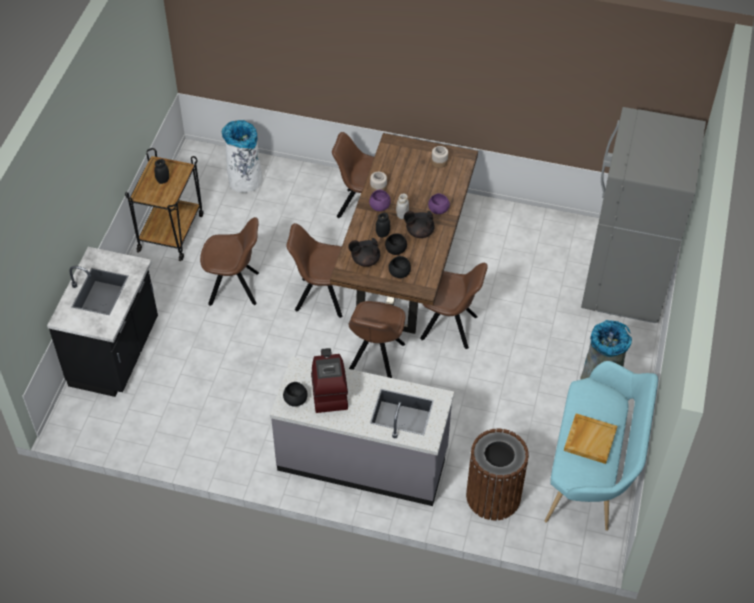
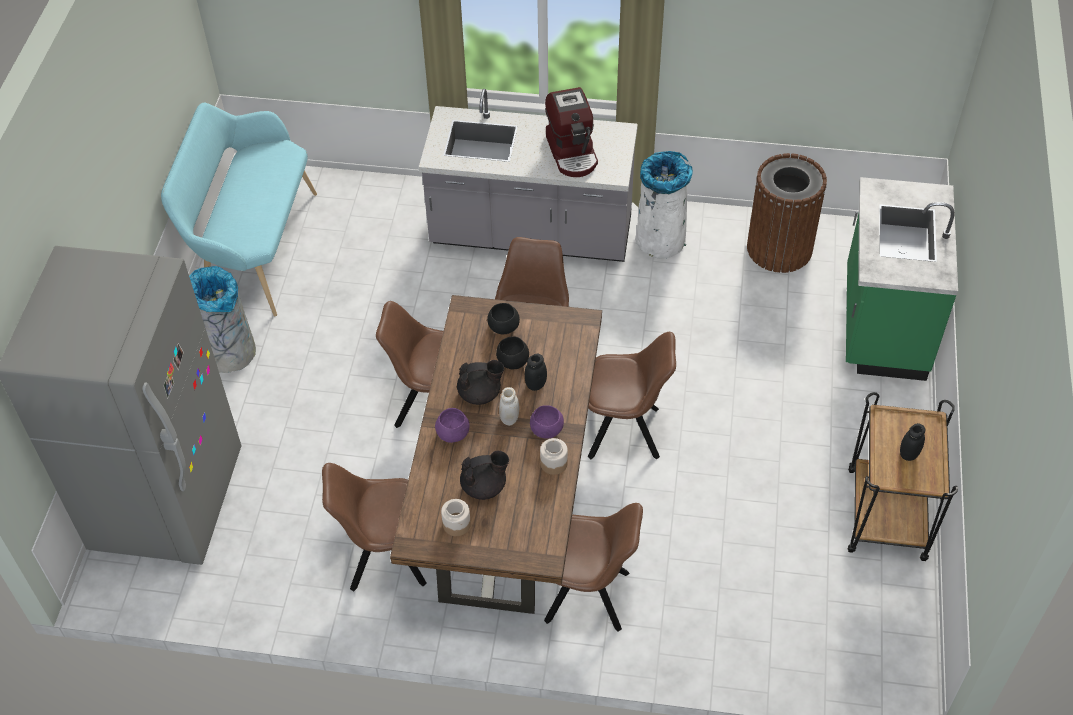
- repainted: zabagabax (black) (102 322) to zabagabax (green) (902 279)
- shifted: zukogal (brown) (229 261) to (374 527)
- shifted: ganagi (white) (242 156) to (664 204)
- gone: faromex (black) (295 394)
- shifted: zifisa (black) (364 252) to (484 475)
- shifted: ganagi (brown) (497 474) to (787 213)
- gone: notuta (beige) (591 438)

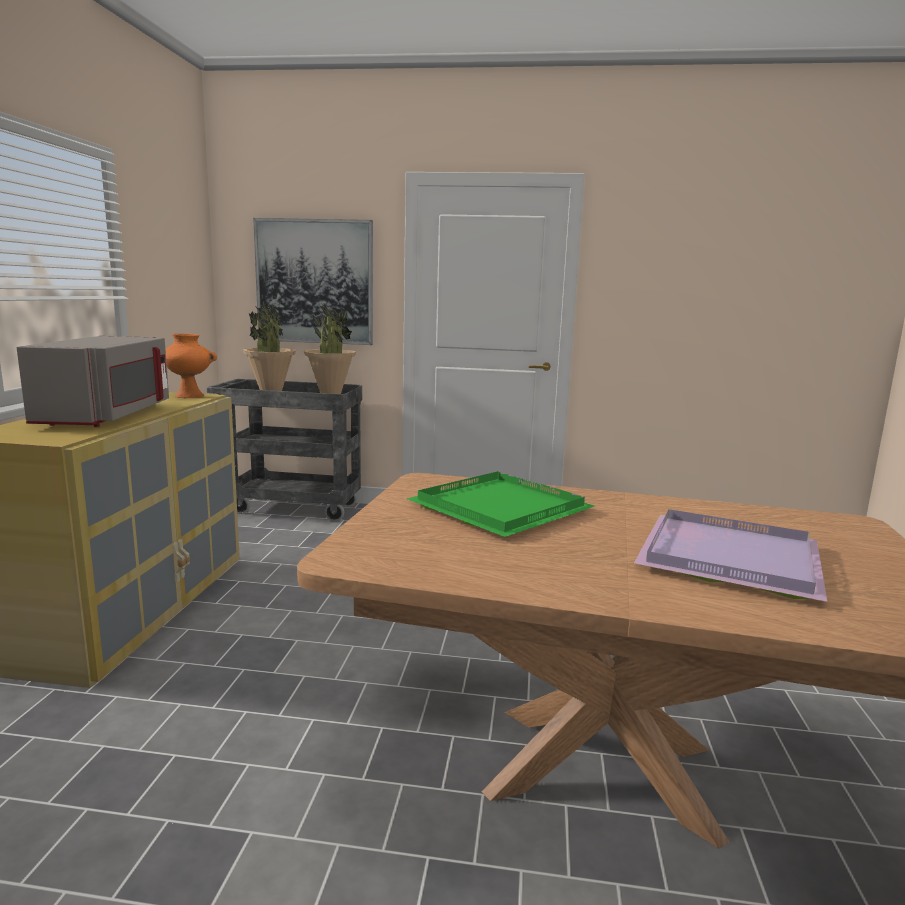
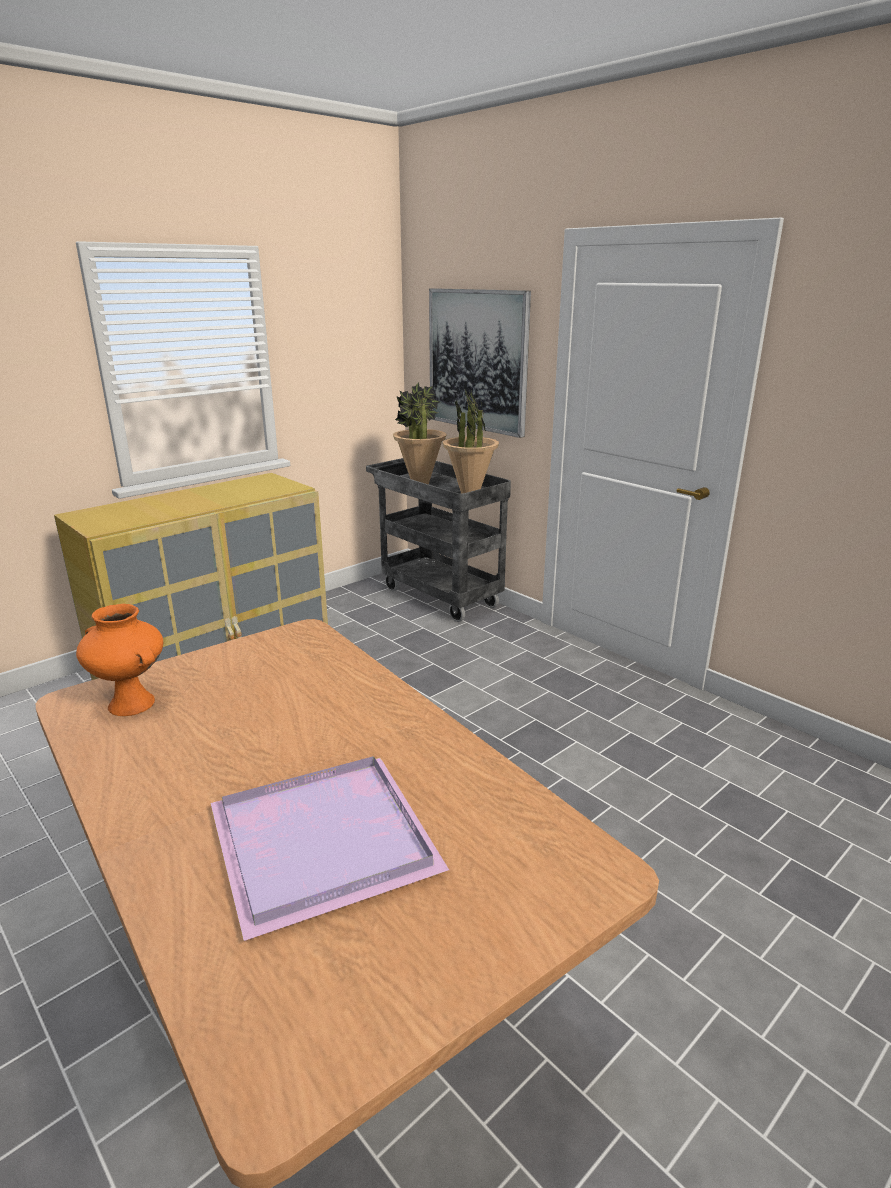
- gone: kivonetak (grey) (93 381)
- shifted: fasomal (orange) (191 366) to (119 660)
- gone: notuta (green) (501 504)

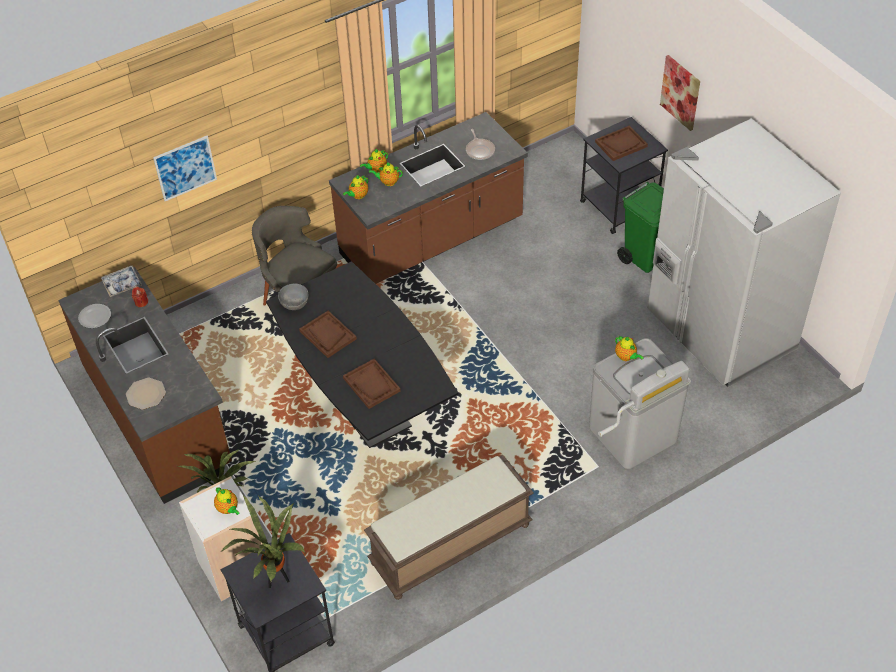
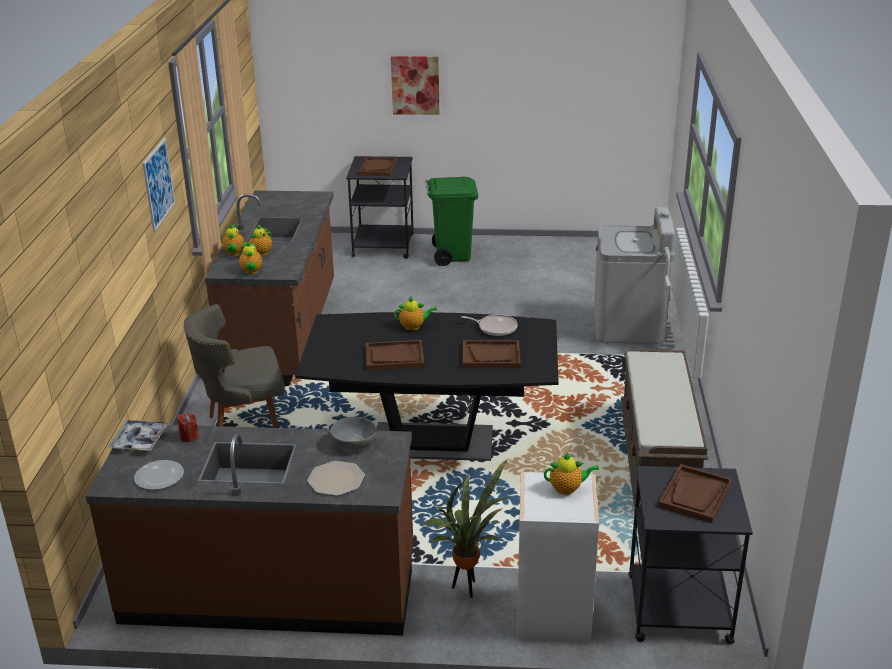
- shifted: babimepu (185 168) to (159 184)
- swapped: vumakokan (263 541) to notuta (brown) (695 493)
- shifted: faromex (grey) (293 297) to (353 433)
- shifted: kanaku (480 144) to (489 325)
- shifted: zifisa (629 348) to (415 313)
- gone: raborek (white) (744 252)

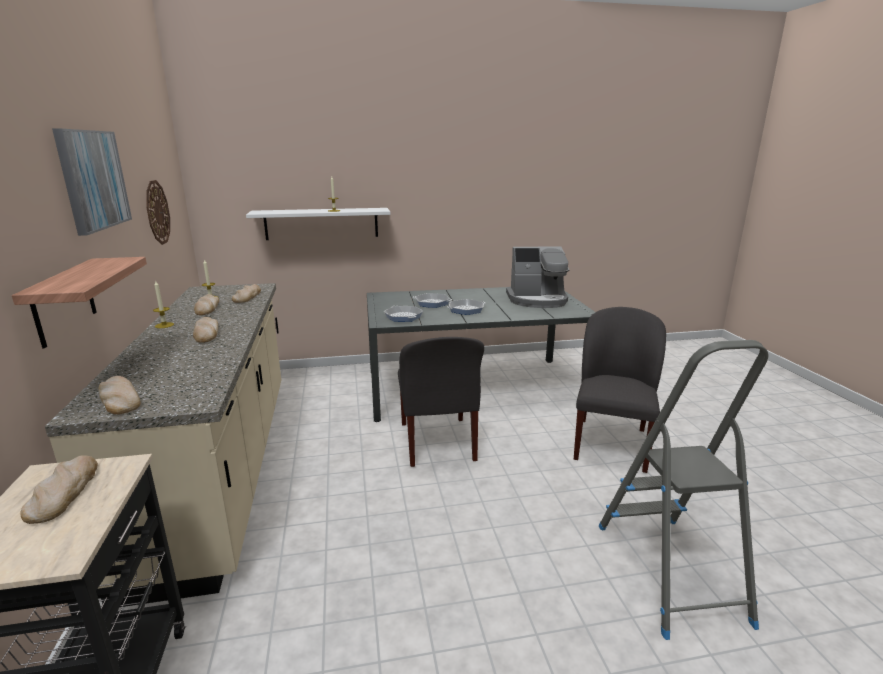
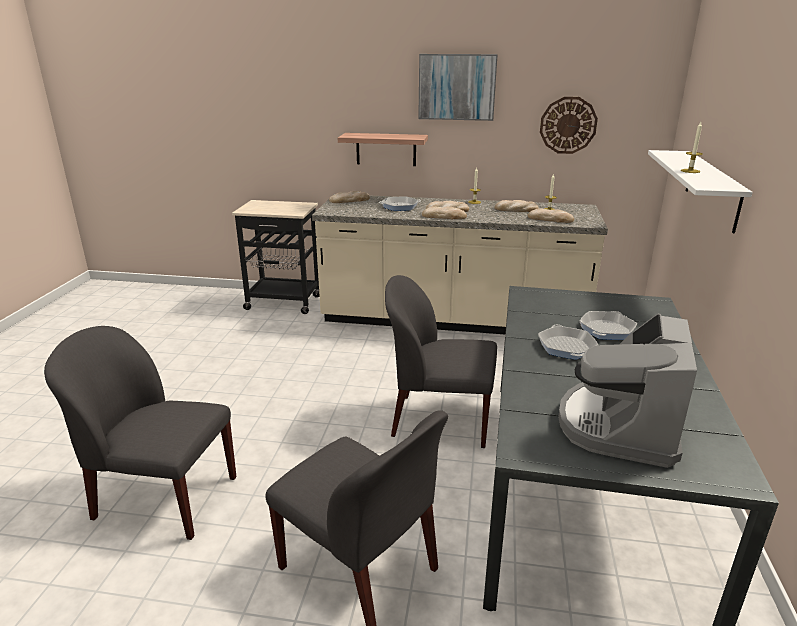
- shifted: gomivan (59 489) to (444 212)
- shifted: kanaku (403 314) to (400 203)
- swapped: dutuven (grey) (683 490) to zukogal (grey) (140 433)

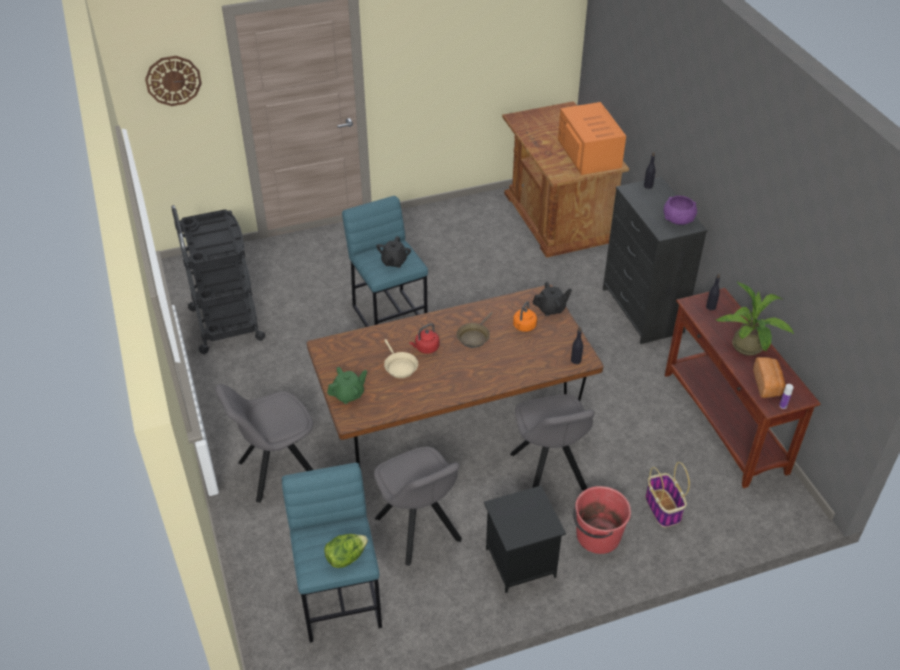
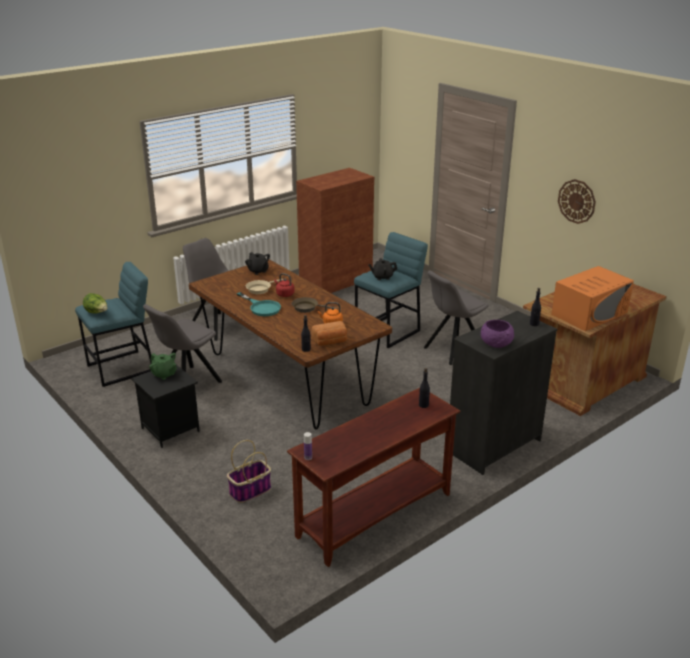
- shifted: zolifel (173 81) to (577 201)
- swapped: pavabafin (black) (218 279) to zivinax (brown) (335 230)
- shifted: zifisa (green) (347 385) to (163 366)
- shifted: zukogal (grey) (552 442) to (456 317)
- shifted: zifisa (black) (552 299) to (257 263)
- gone: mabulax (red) (602 520)
- gone: vumakokan (754 319)
- shifted: gomivan (769 377) to (329 333)
- new: kanaku (turquoise) (259 304)

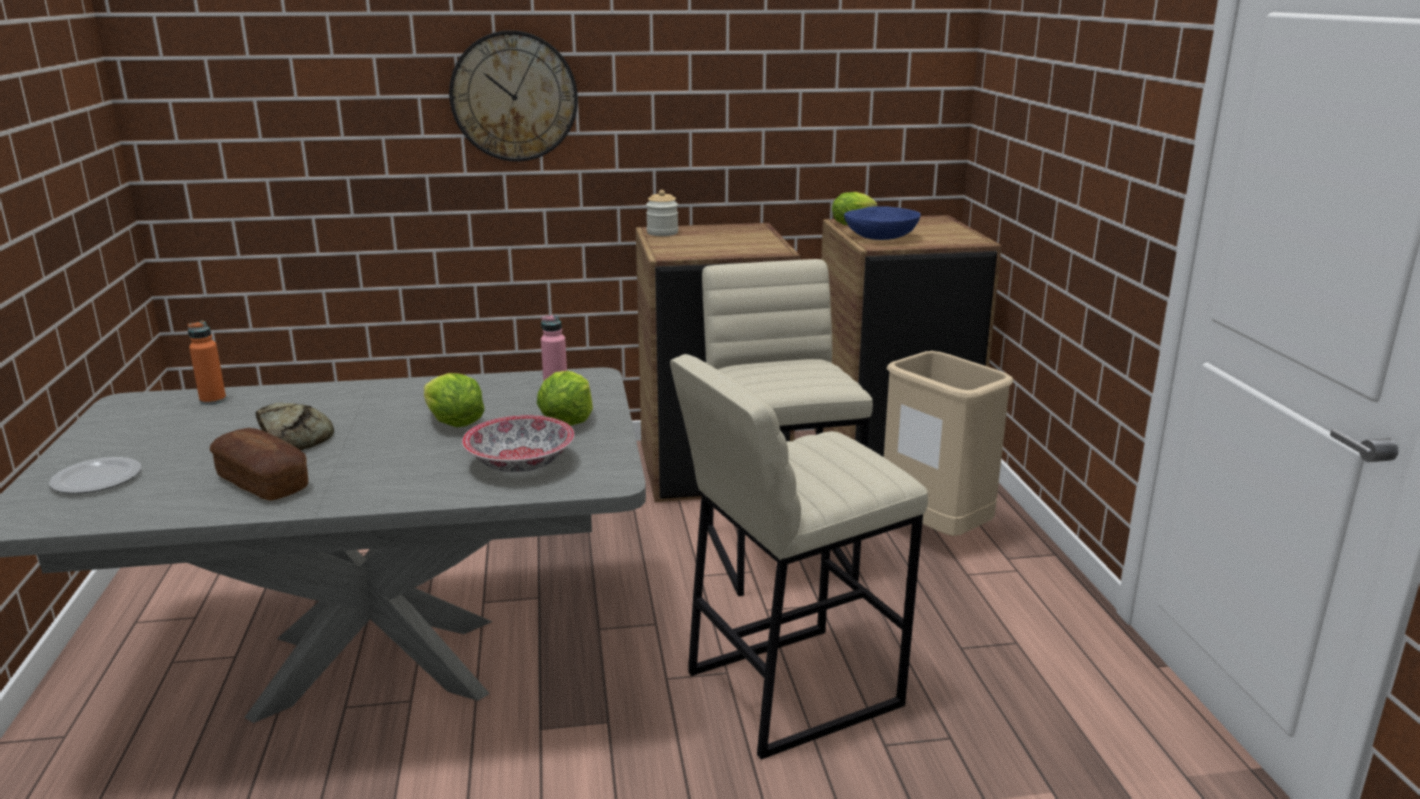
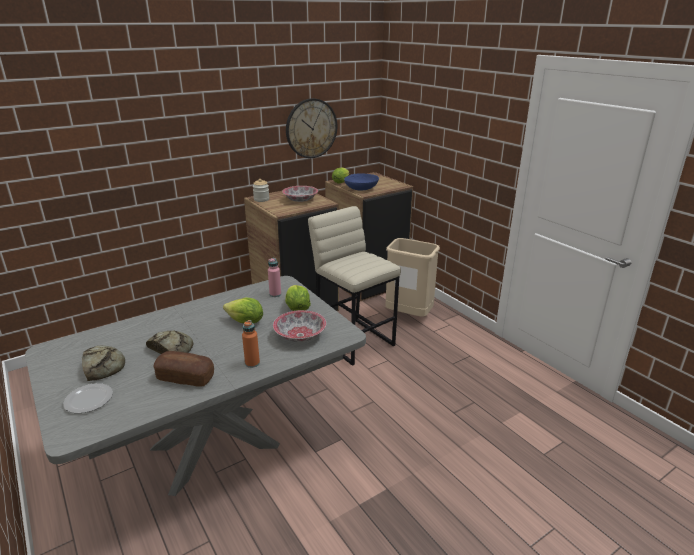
- shifted: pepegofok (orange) (207 363) to (251 344)
- shifted: zolifel (513 96) to (311 128)
- gone: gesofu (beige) (799 557)
- new: gomivan (103 363)
- new: faromex (300 194)

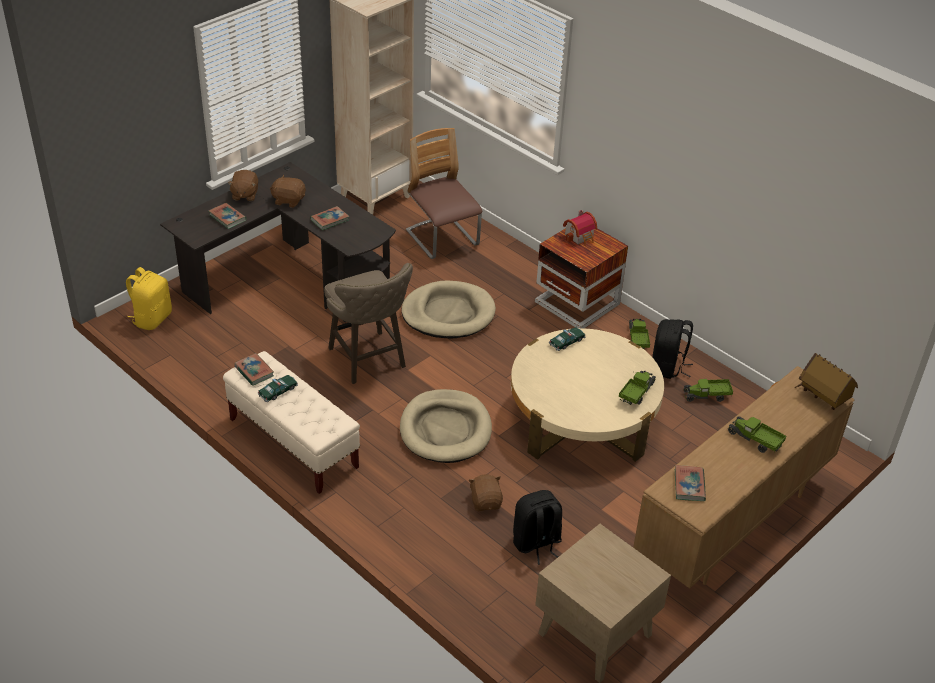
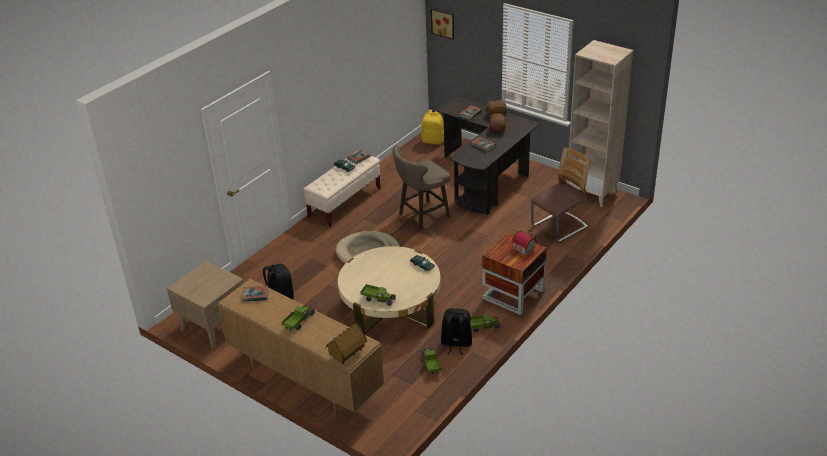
- gone: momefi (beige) (448 309)
- gone: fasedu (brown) (485 493)
- new: babimepu (442 24)

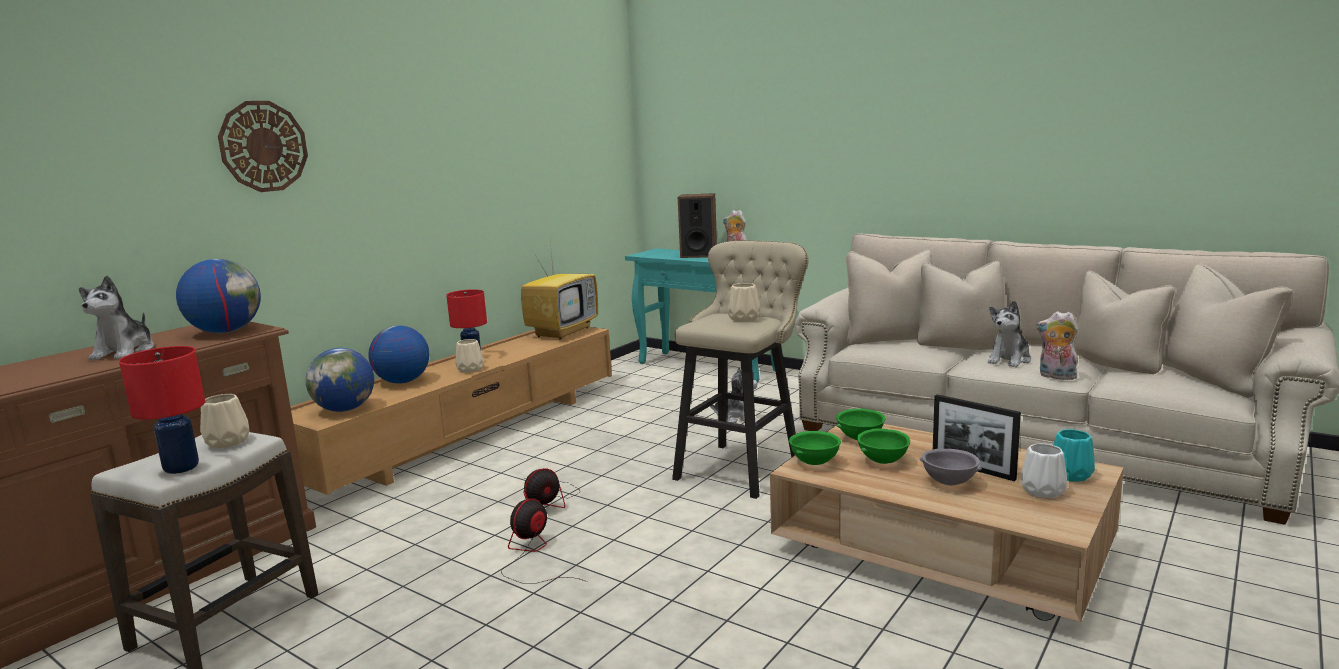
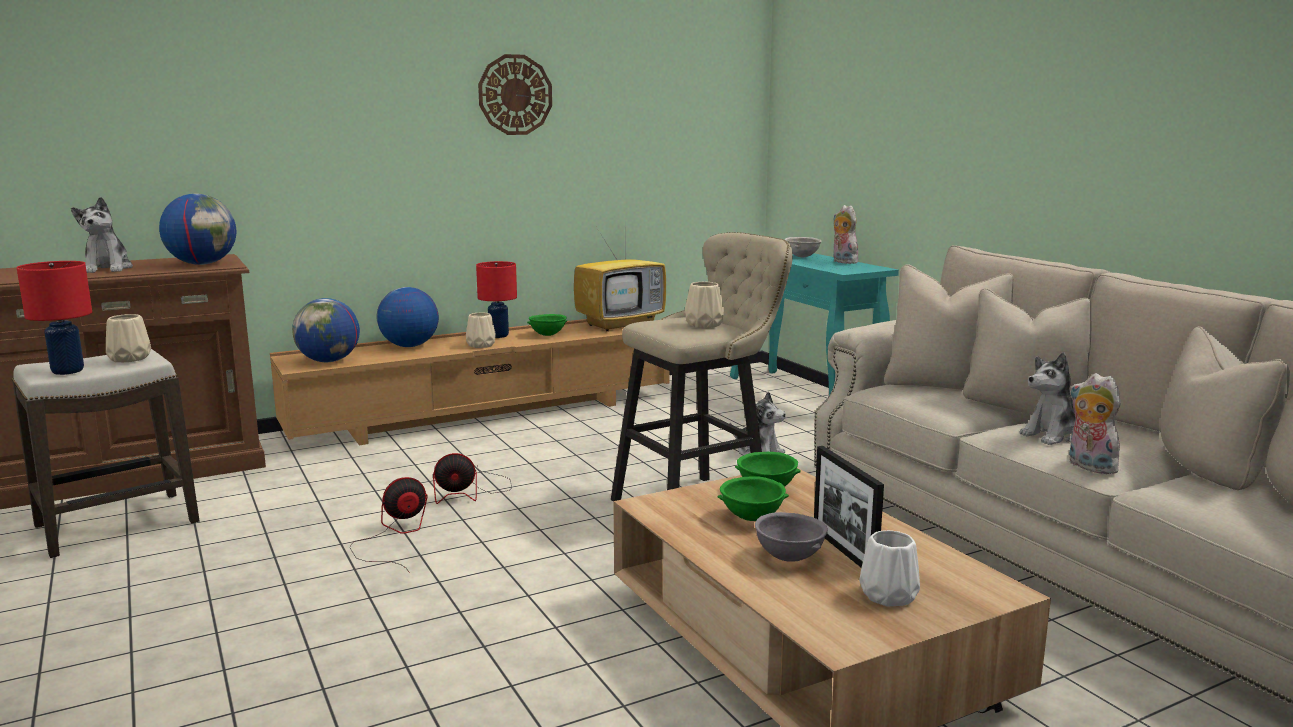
- rotated: fasedu (116 317) = (102 235) 45 degrees counterclockwise
- shifted: zolifel (263 146) to (515 94)
- swapped: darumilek (697 225) to faromex (grey) (803 247)
- shifted: faromex (green) (815 448) to (547 325)
- gone: fasomal (turquoise) (1074 455)

